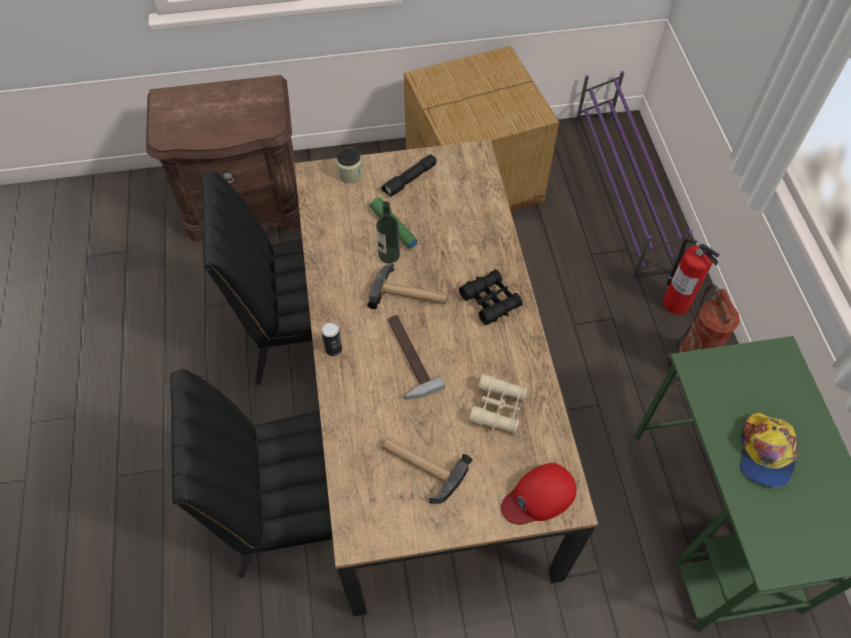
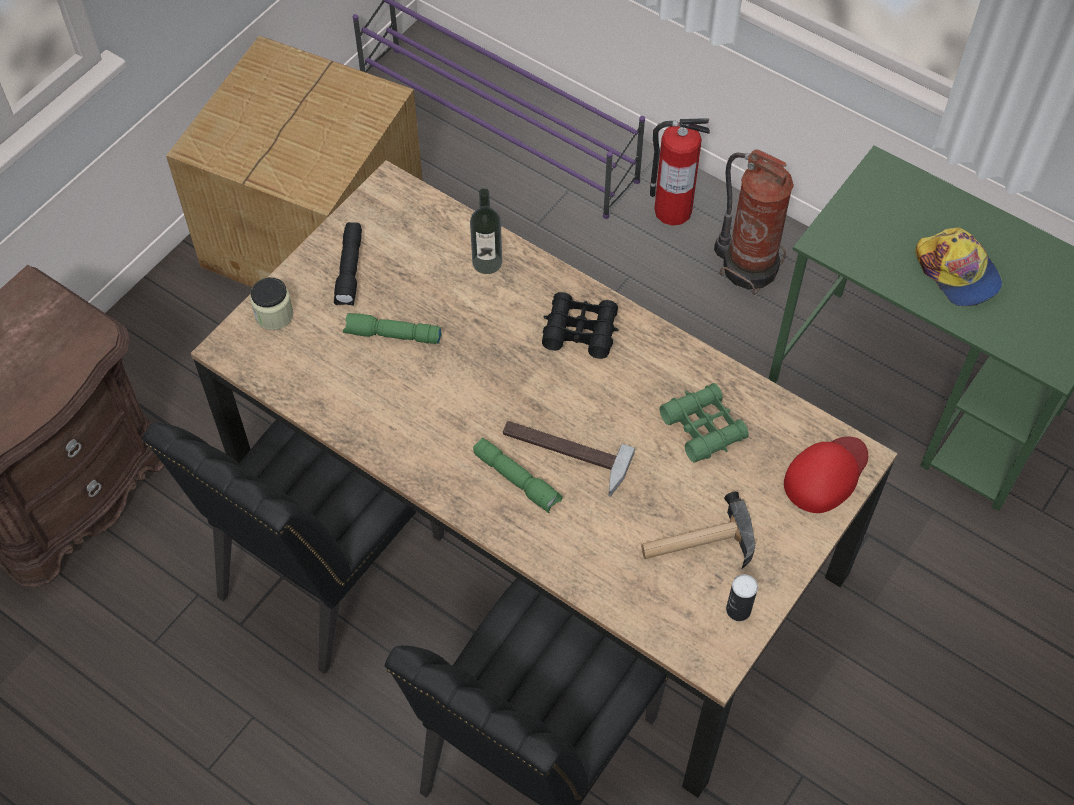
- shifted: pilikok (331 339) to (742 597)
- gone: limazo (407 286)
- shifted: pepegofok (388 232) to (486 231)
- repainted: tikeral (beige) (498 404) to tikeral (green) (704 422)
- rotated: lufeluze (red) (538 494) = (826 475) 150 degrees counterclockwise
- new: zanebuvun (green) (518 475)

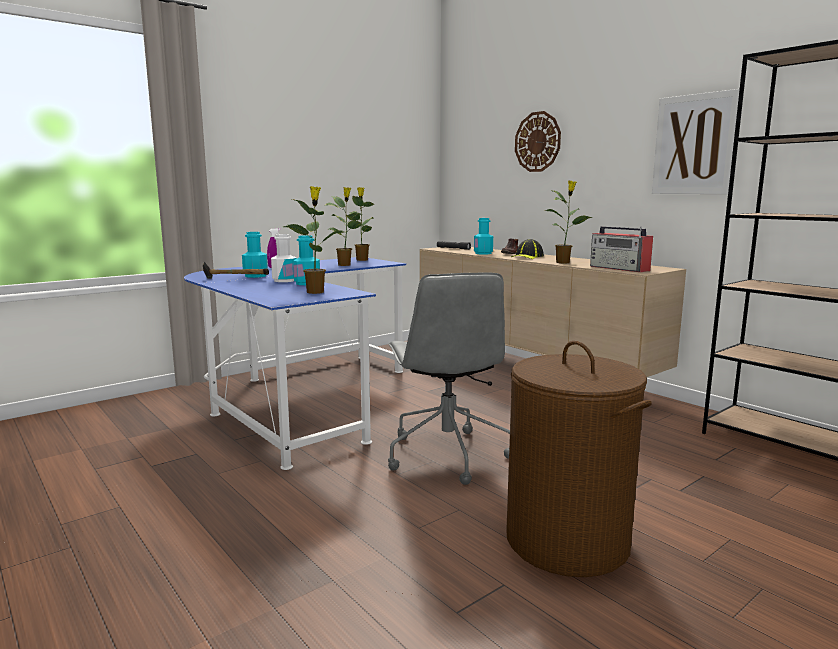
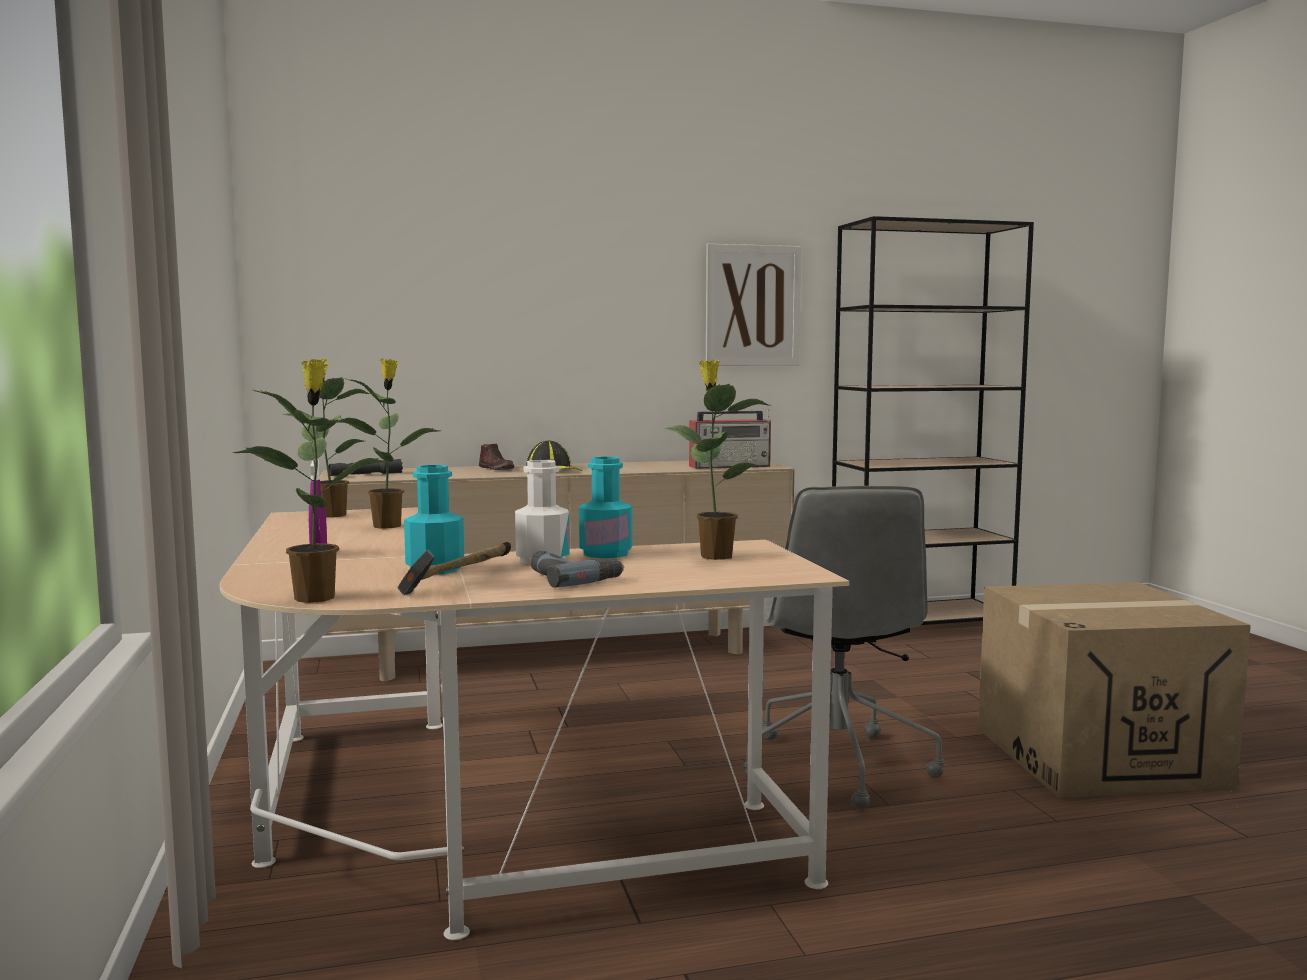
- repainted: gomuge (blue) (295 363) to gomuge (beige) (534 723)
- rotated: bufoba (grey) (449 378) = (844 648) 75 degrees clockwise
- gone: pepegofok (turquoise) (483 236)
- swapped: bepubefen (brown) (579 459) to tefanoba (1114 690)
- gone: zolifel (538 141)
- shifted: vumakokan (569 222) to (310 482)
- new: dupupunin (577 569)

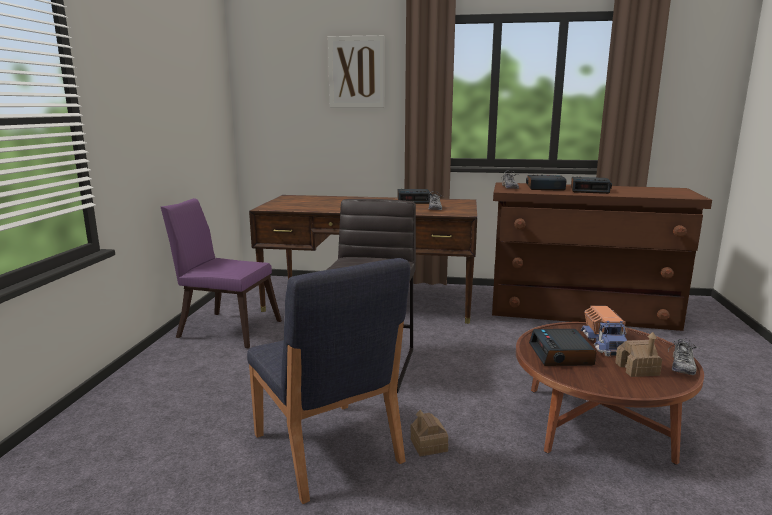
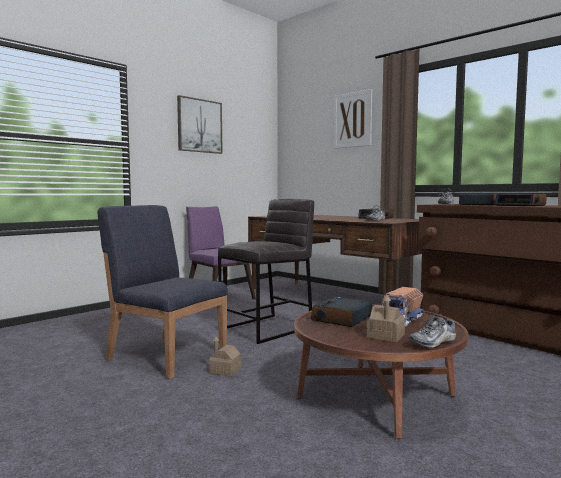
- rotated: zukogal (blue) (328 381) = (163 292) 120 degrees clockwise
- new: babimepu (200 124)

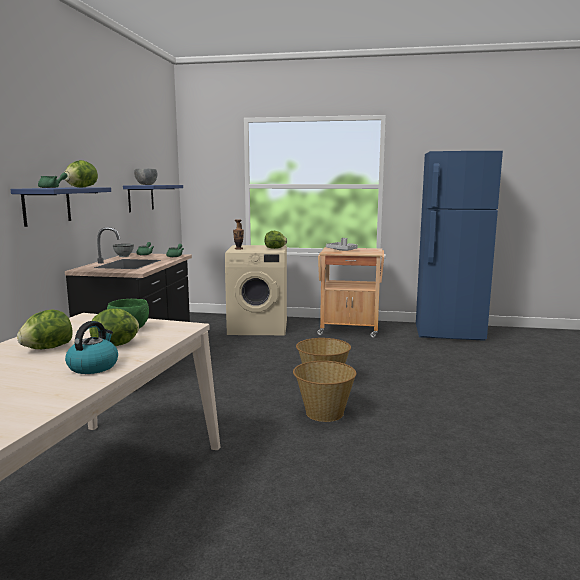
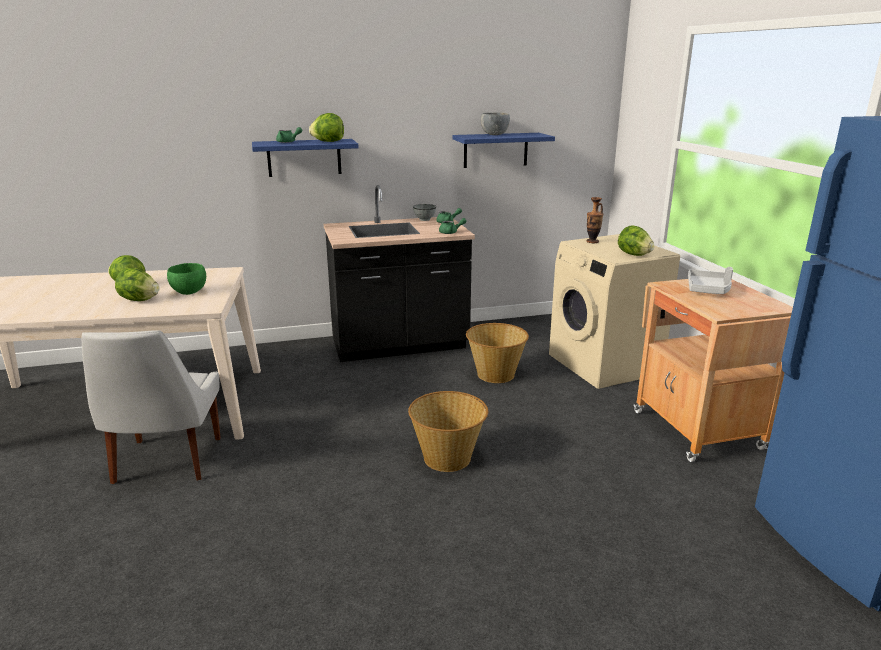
- gone: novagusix (91 347)
- shifted: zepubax (324 391) to (497 353)
- new: zukogal (white) (151 407)

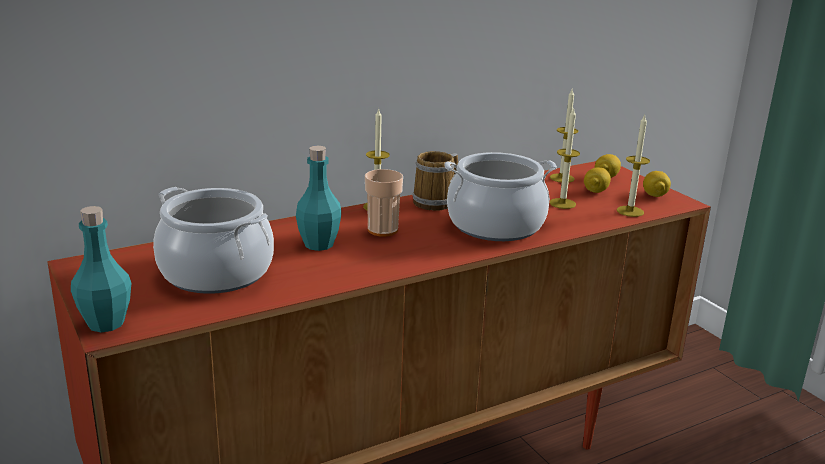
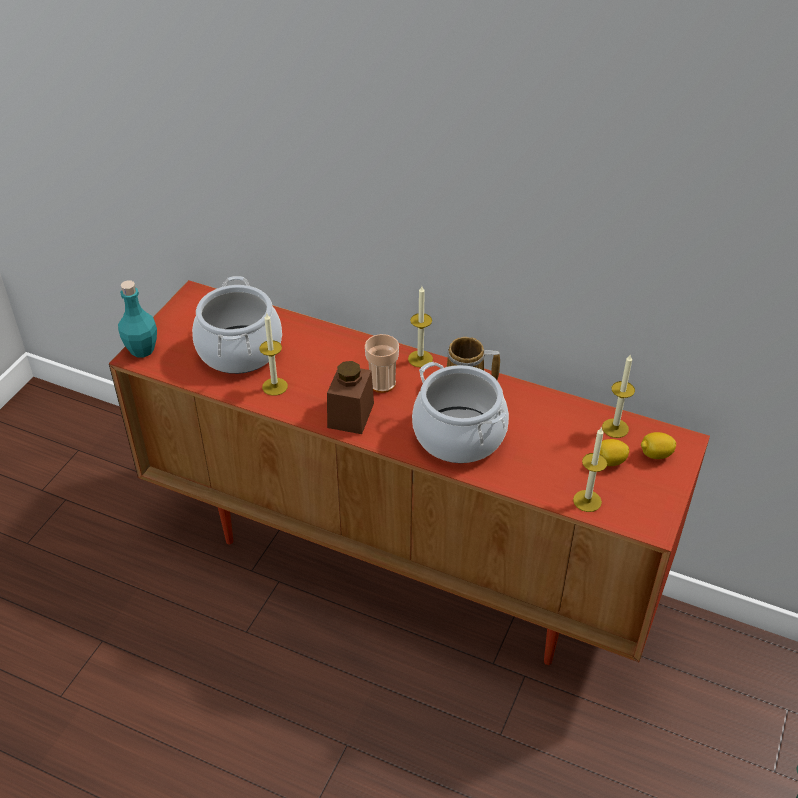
- gone: pepegofok (turquoise) (318 198)
- shifted: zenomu (565 158) to (273 355)
- gone: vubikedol (657 184)
- new: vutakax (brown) (350 397)

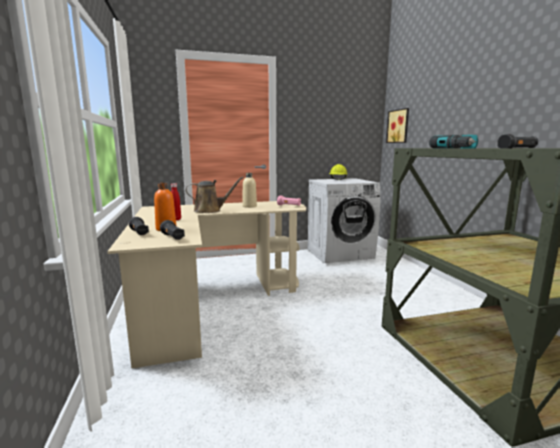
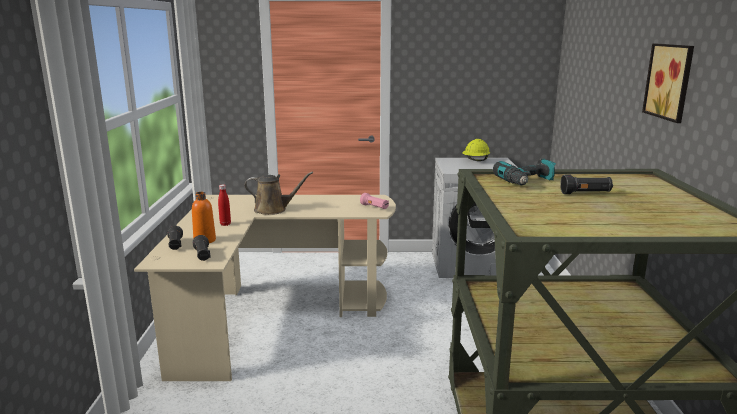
- gone: pepegofok (beige) (249 190)
- shifted: babimepu (397 125) to (668 83)

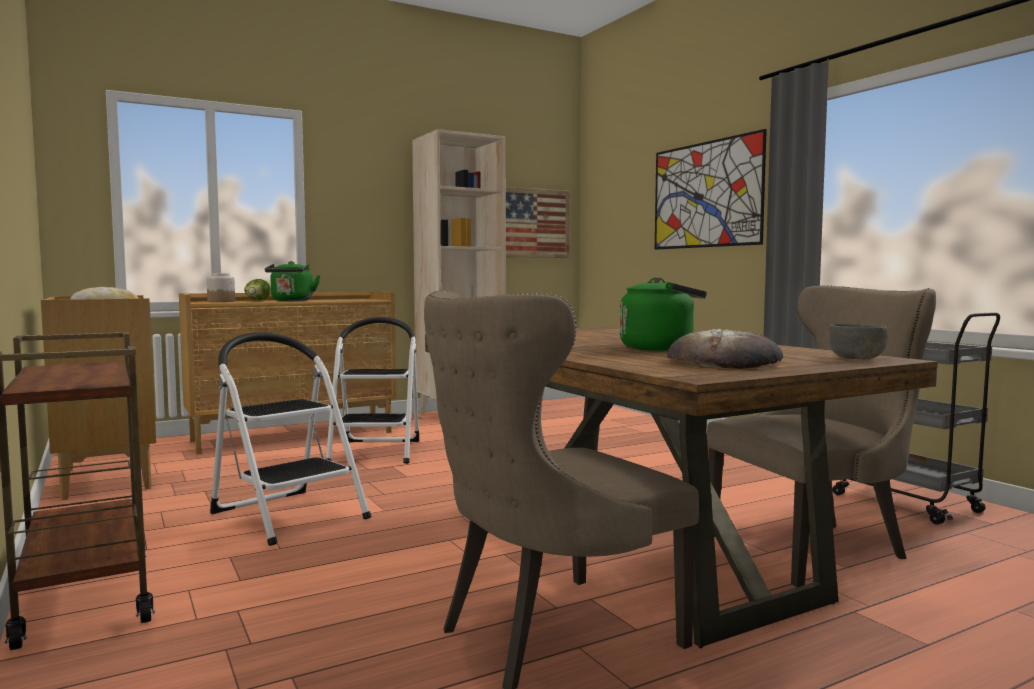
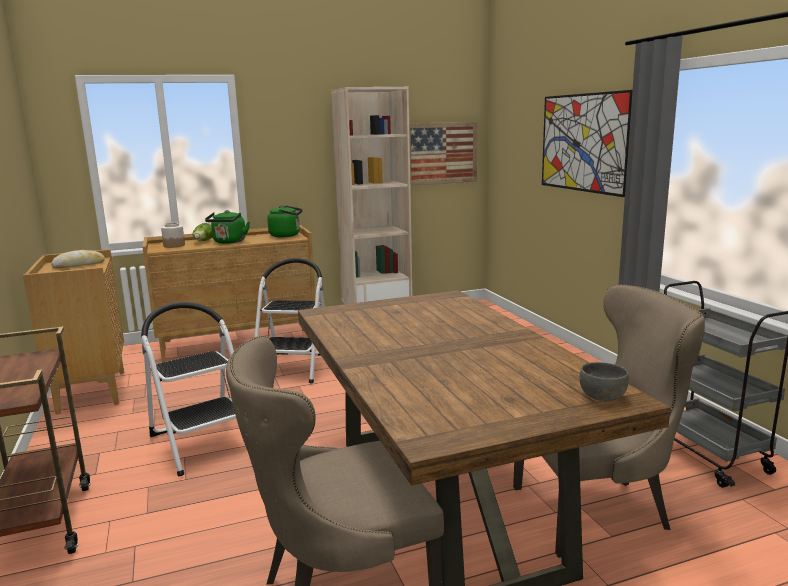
- shifted: novagusix (green) (663 314) to (285 221)
- gone: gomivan (725 348)

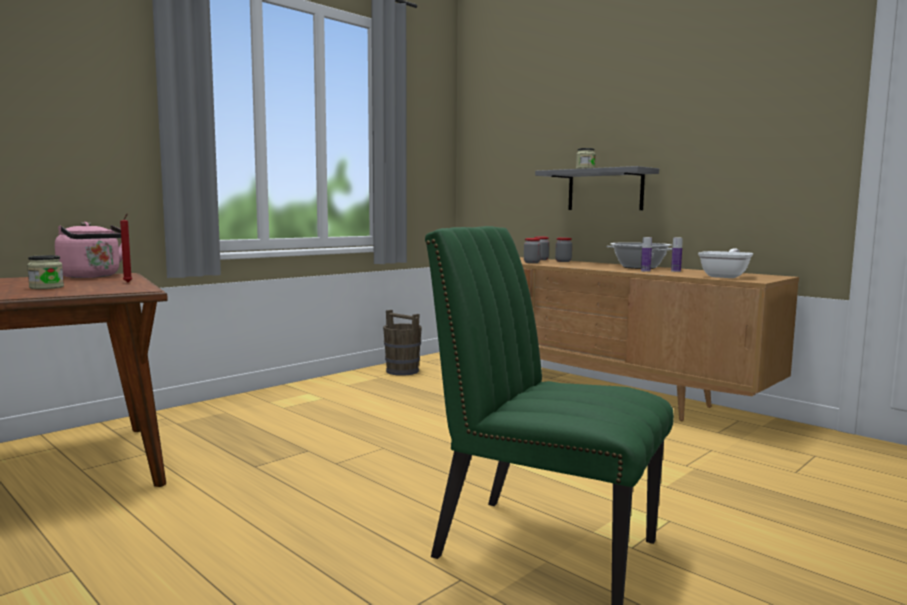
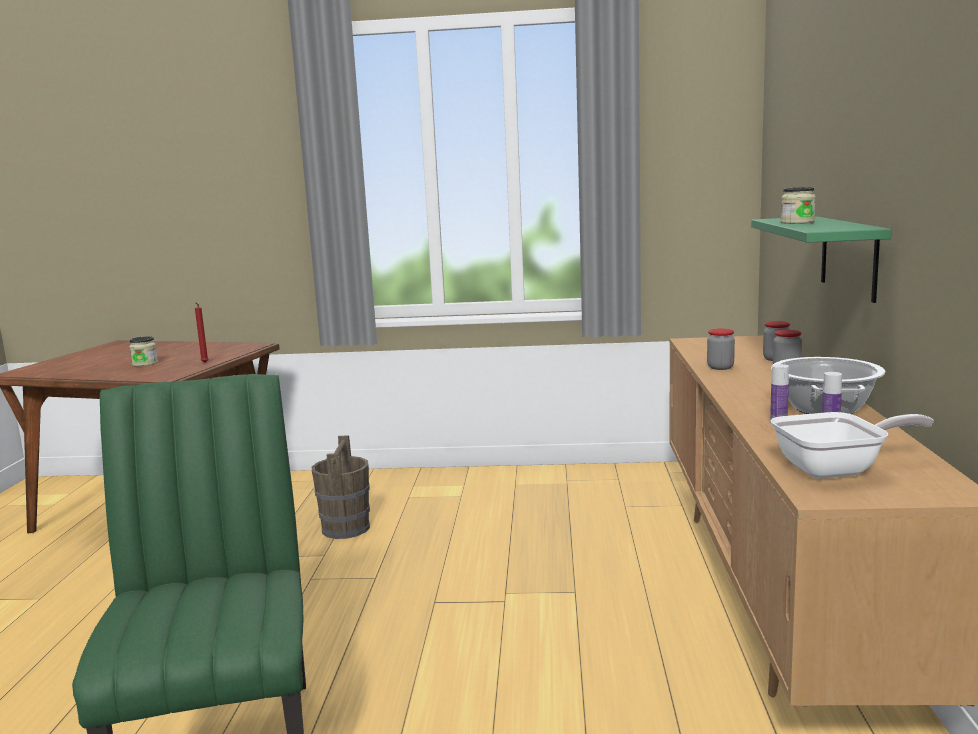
- gone: novagusix (pink) (89 250)
- shifted: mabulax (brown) (402 343) to (341 487)
- repainted: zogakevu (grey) (597 188) to zogakevu (green) (821 260)

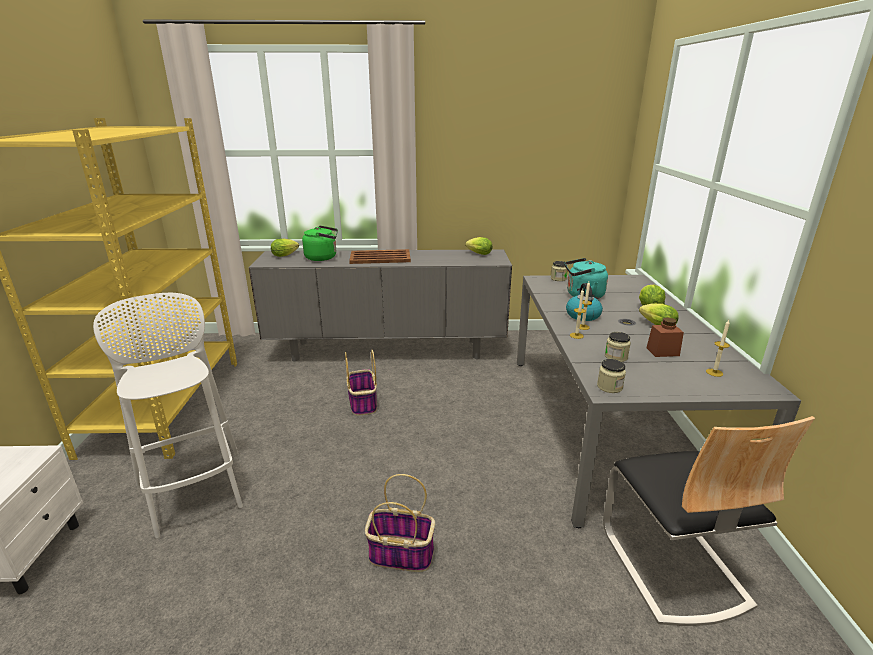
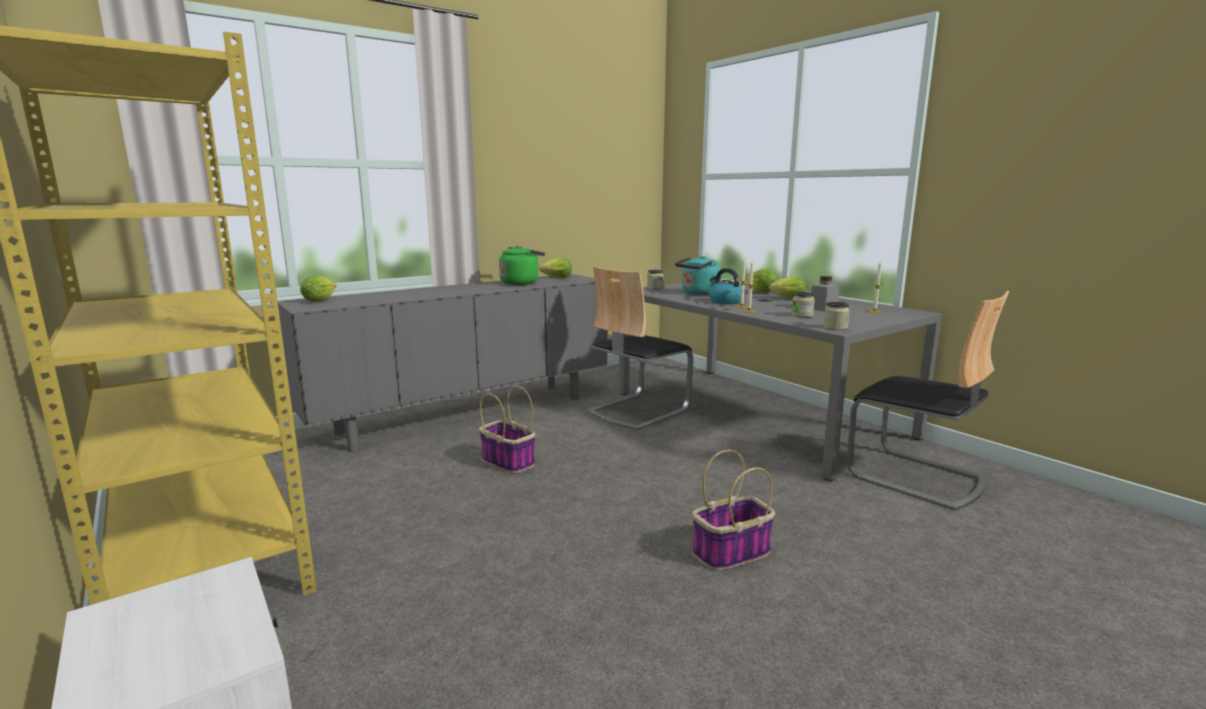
- gone: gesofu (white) (168 415)
- shifted: novagusix (green) (320 243) to (522 265)
- gone: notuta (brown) (380 256)
- repainted: vutakax (brown) (665 337) to vutakax (grey) (825 293)
- new: zukogal (640 348)

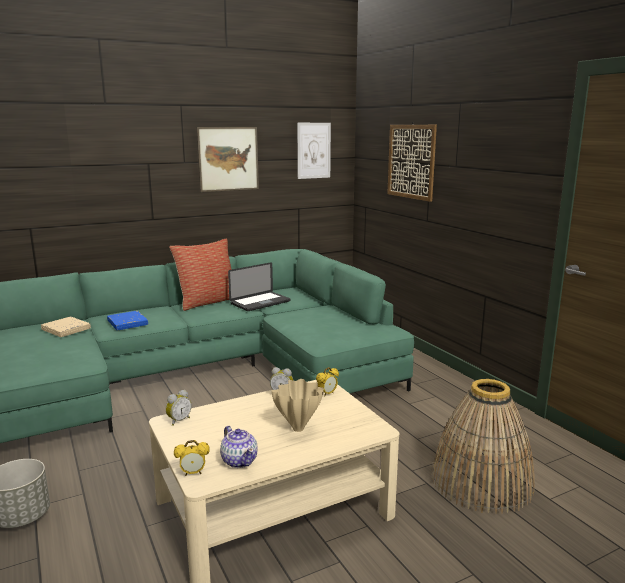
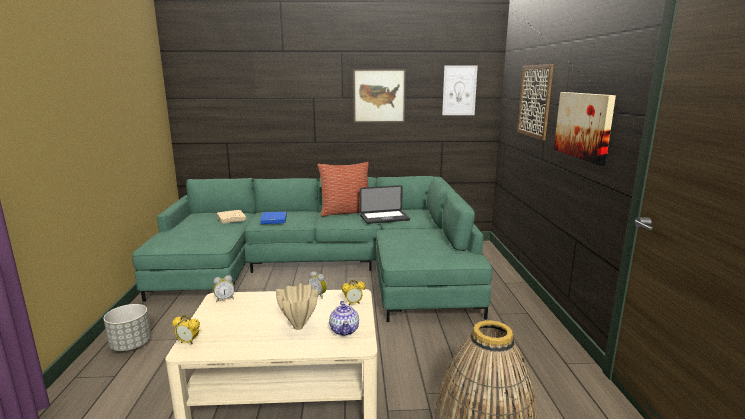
- shifted: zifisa (238 447) to (344 318)
- new: babimepu (585 128)

